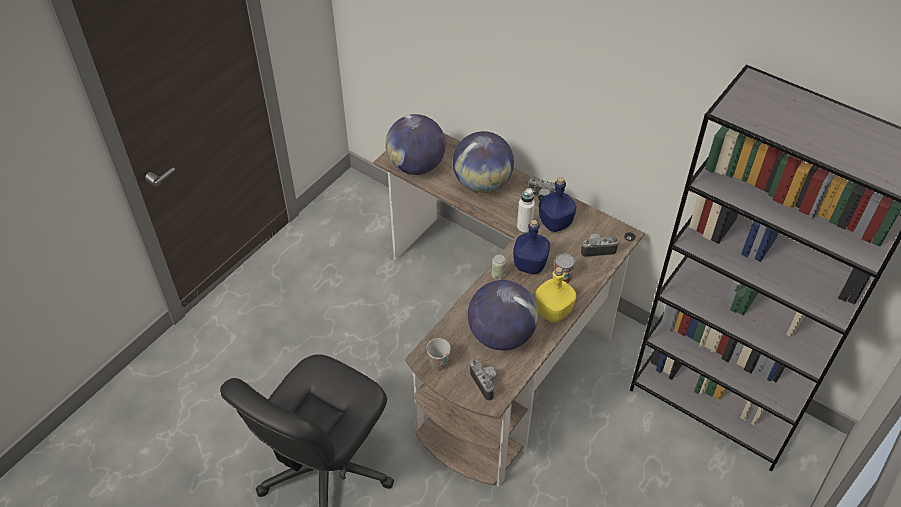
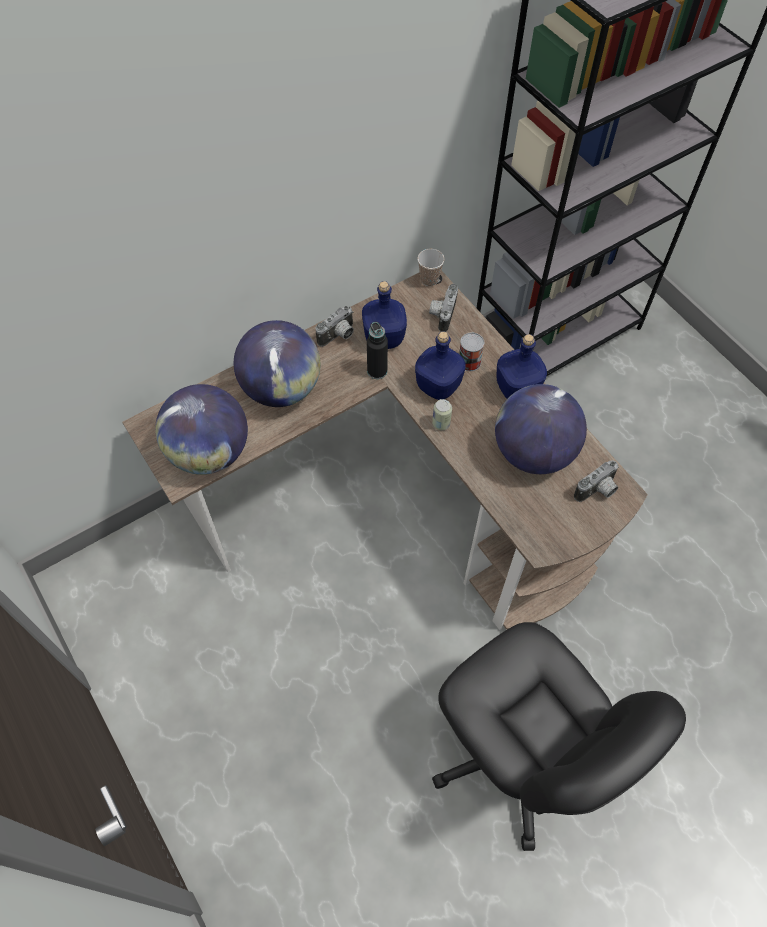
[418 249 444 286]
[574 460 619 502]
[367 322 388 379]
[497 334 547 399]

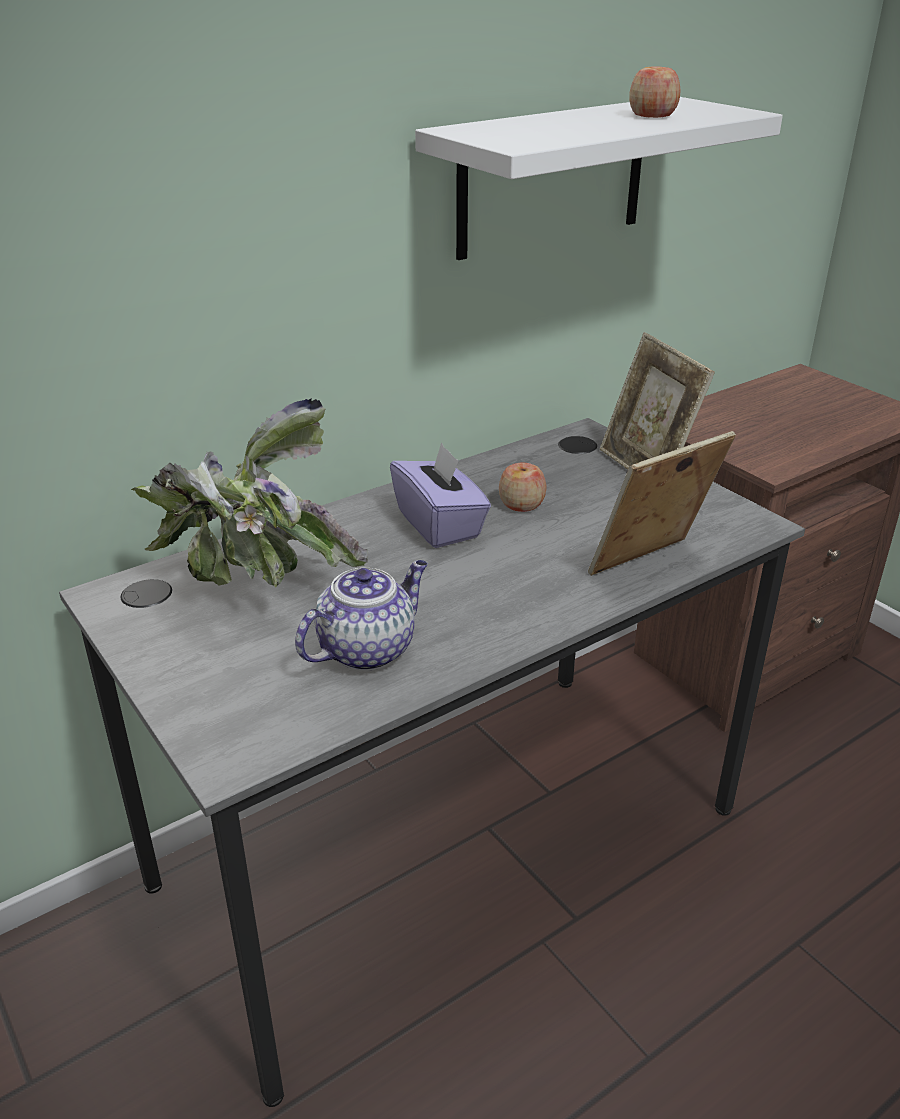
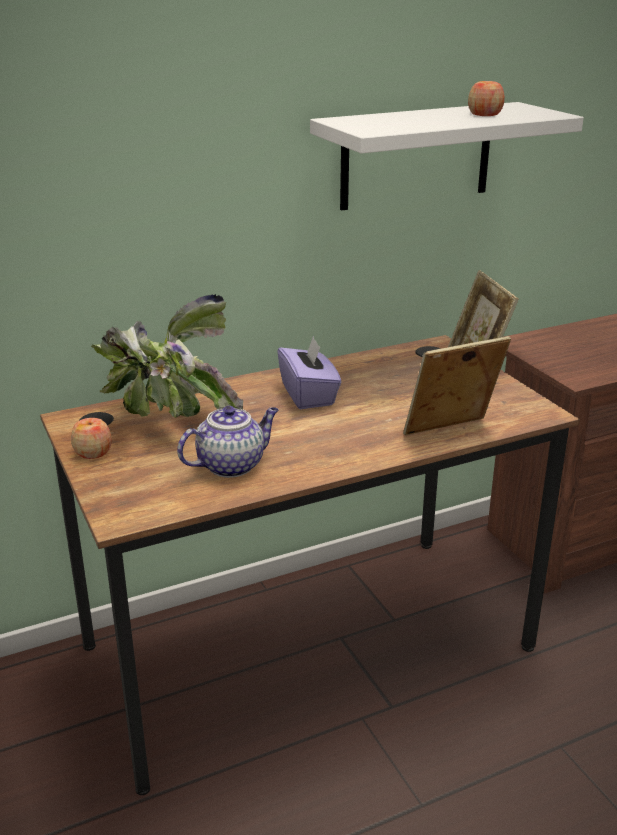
[40 335 580 795]
[71 418 112 459]

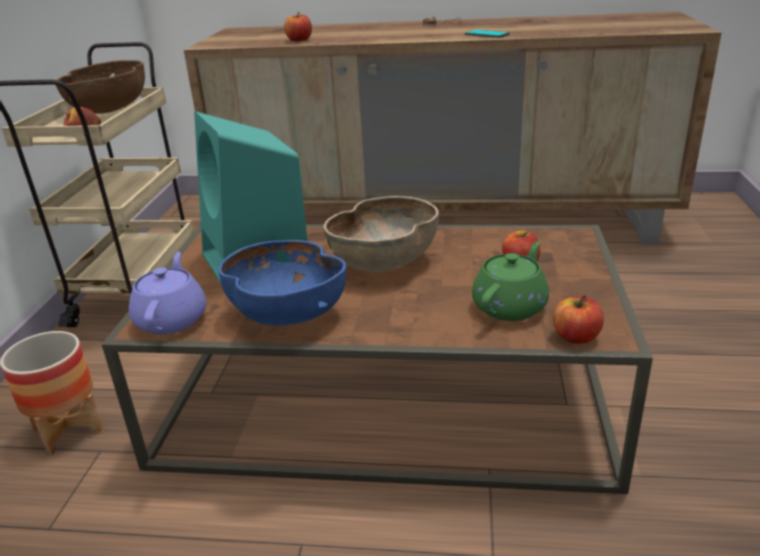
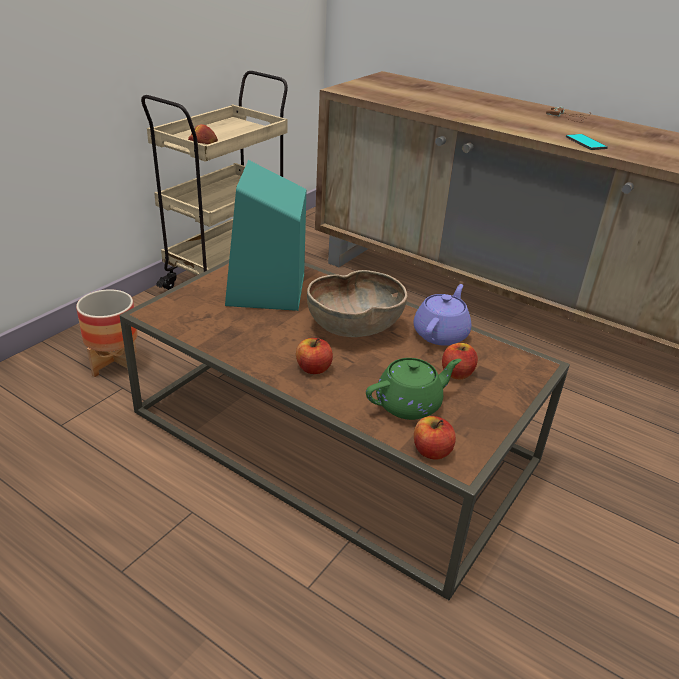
[56 60 145 114] (first image)
[414 284 471 346]
[219 240 347 326] (first image)
[296 338 333 374]

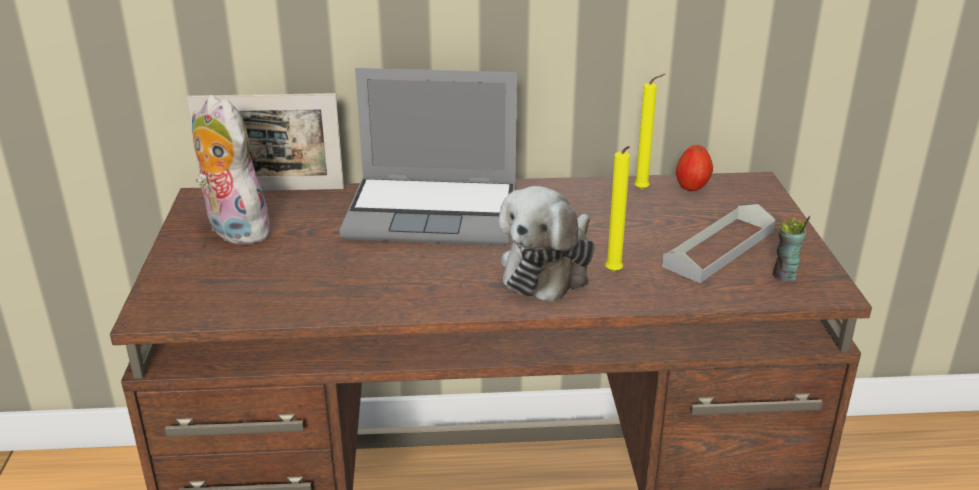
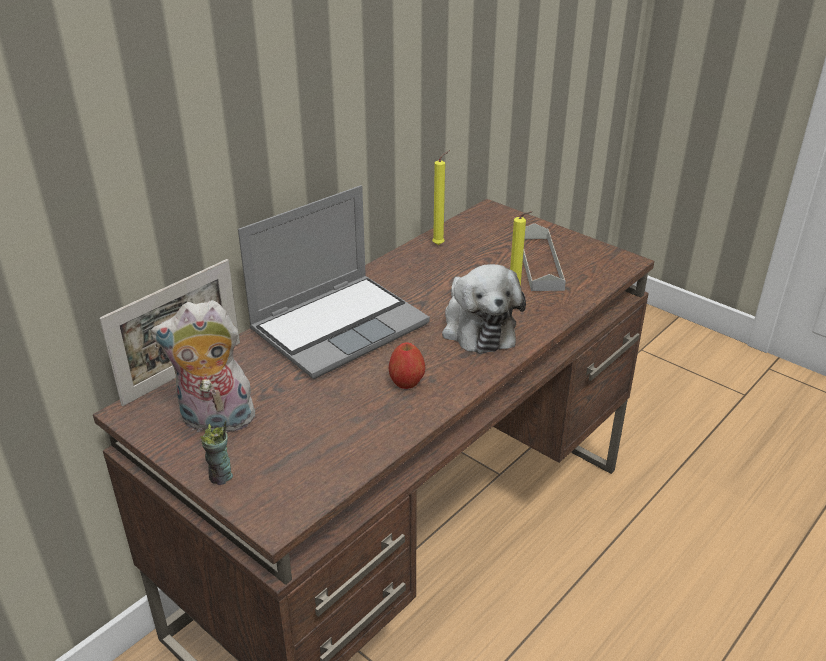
[389 342 426 389]
[200 421 233 485]

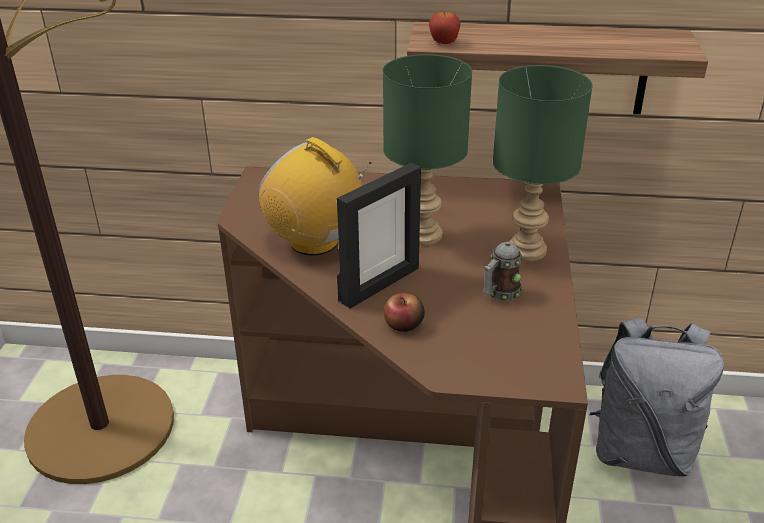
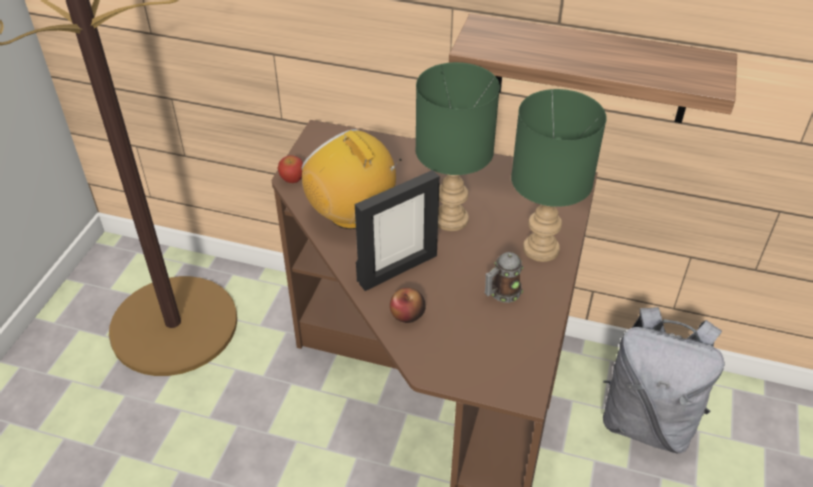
[278 155 303 183]

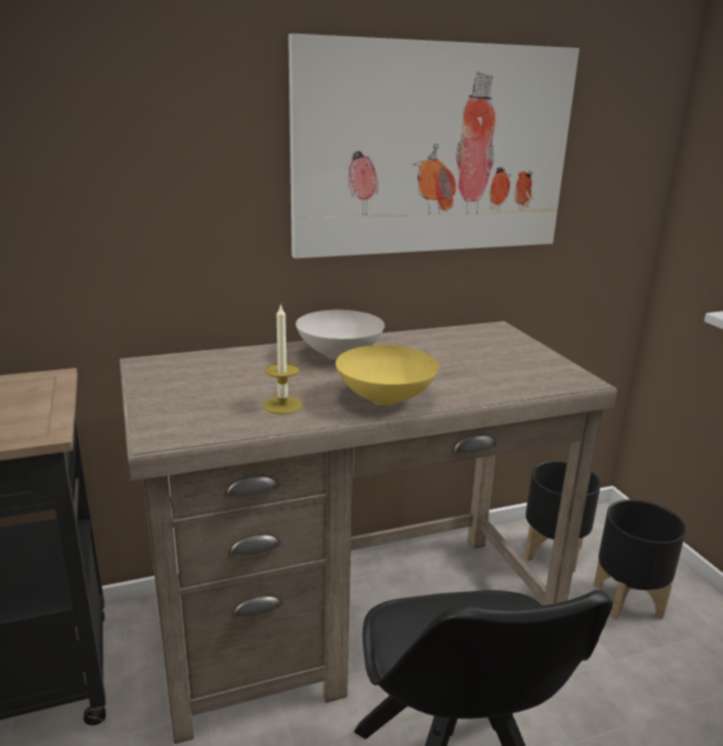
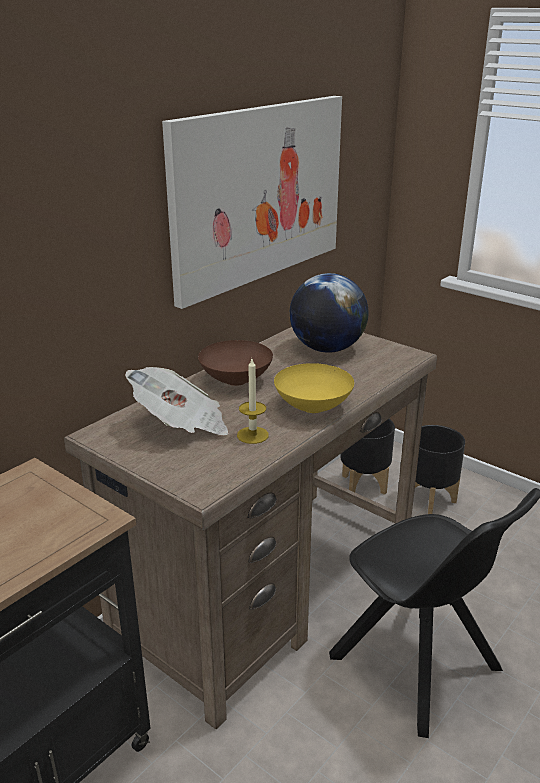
[198 340 273 386]
[125 367 229 435]
[289 273 369 353]

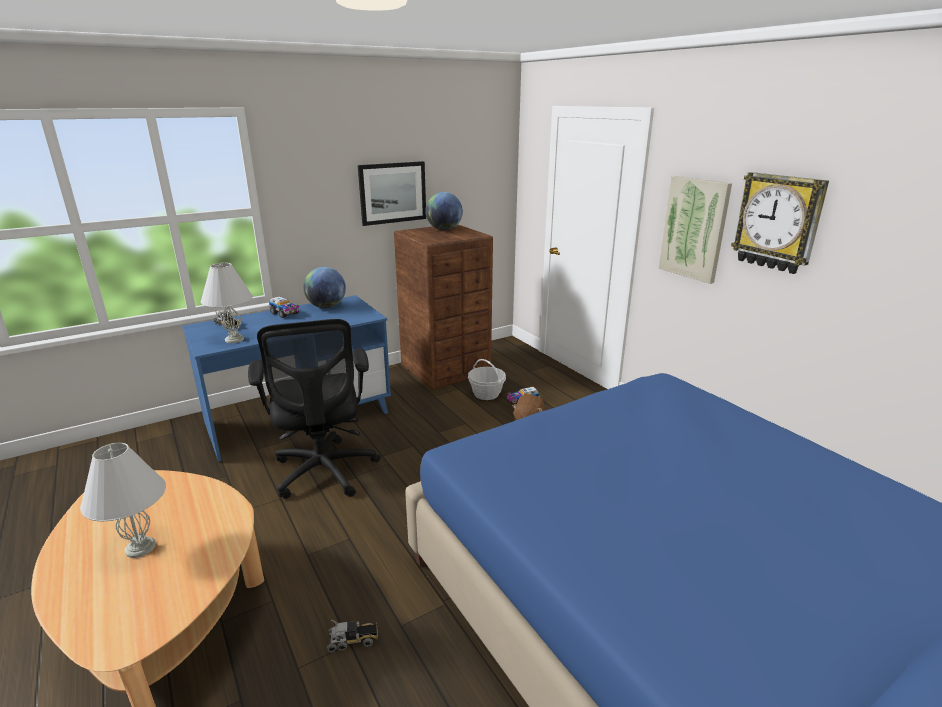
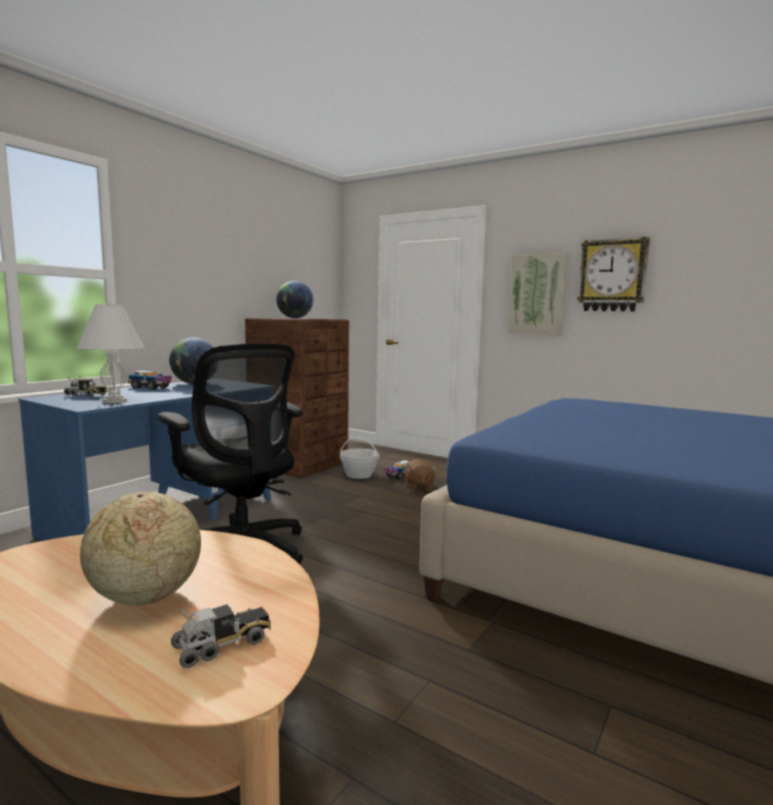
[80 492 201 605]
[171 604 271 668]
[358 161 426 226] (first image)

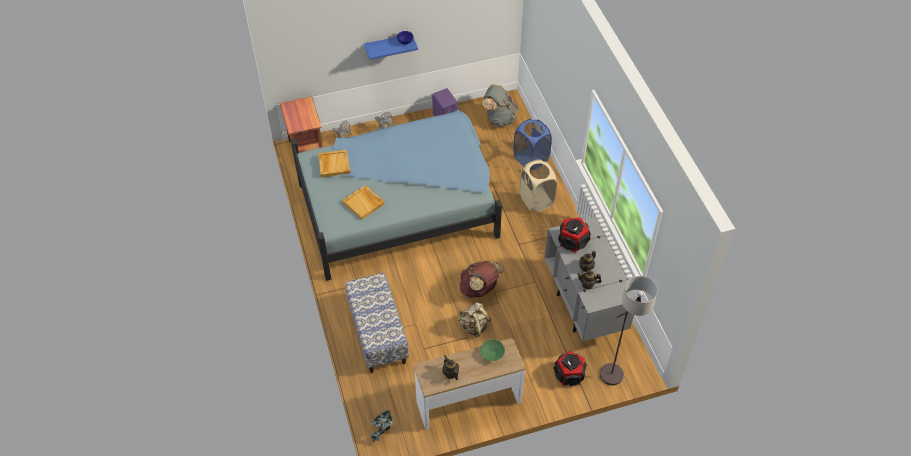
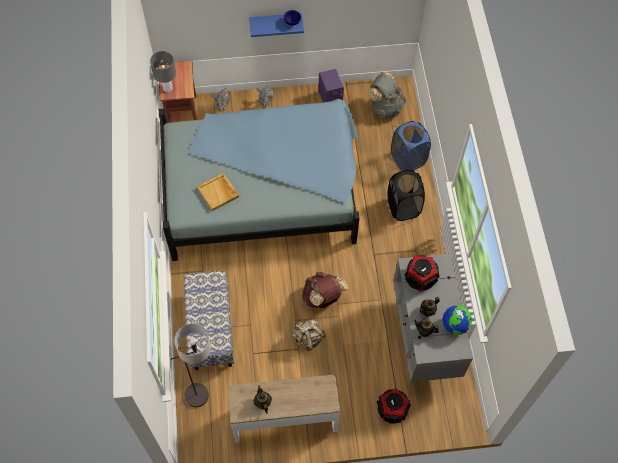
[318 150 350 177] (first image)
[370 410 394 442] (first image)
[480 339 505 361] (first image)
[388 170 425 221]
[171 324 211 407]
[150 51 176 92]
[443 305 472 335]

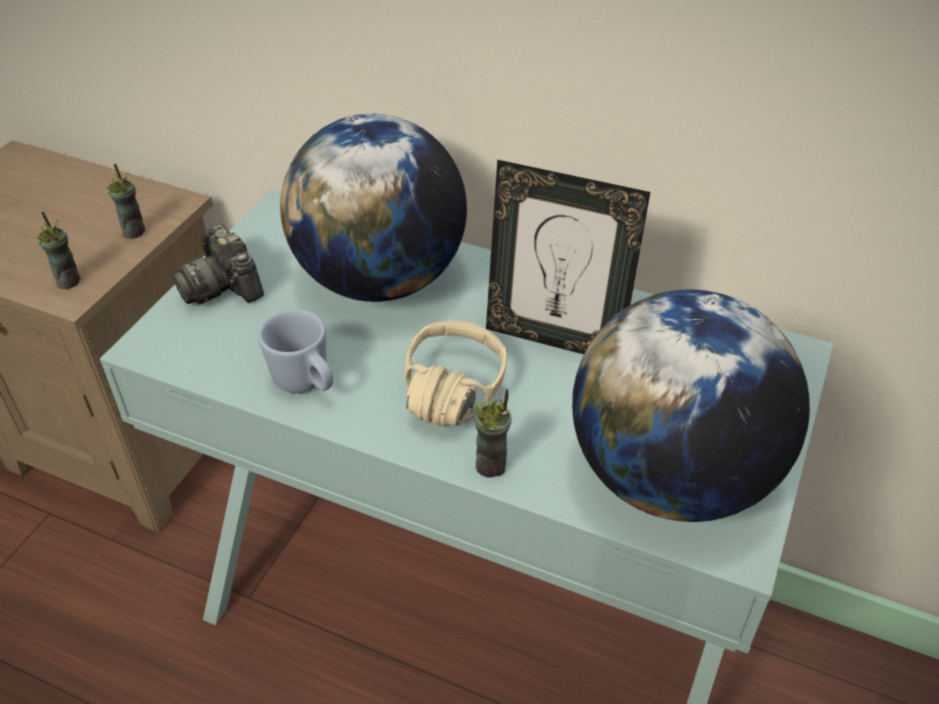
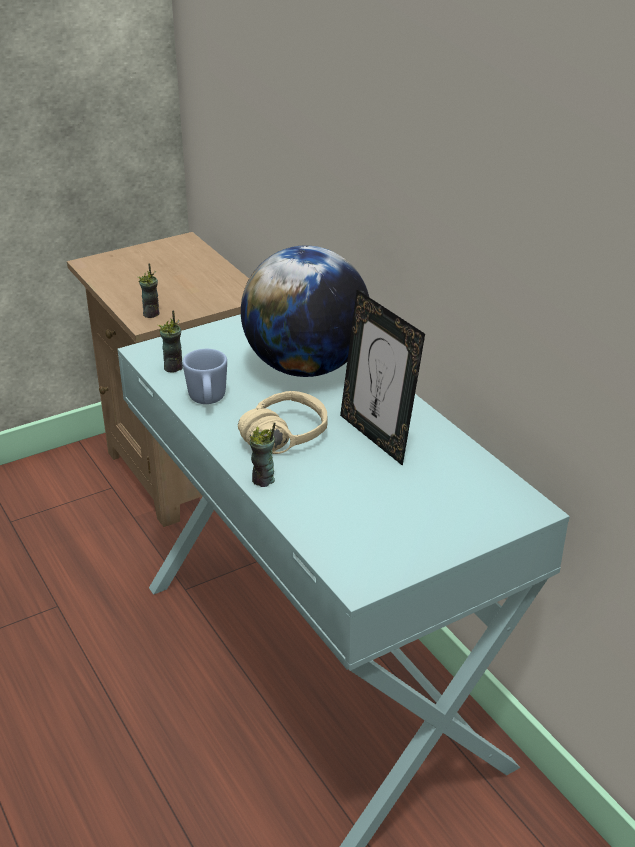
[158 310 183 373]
[173 223 264 305] (first image)
[572 290 810 522] (first image)

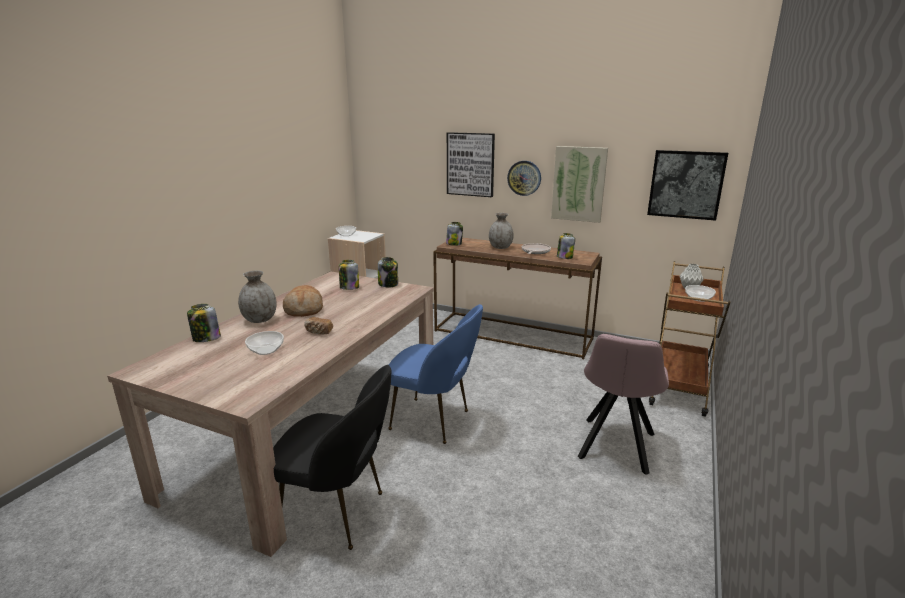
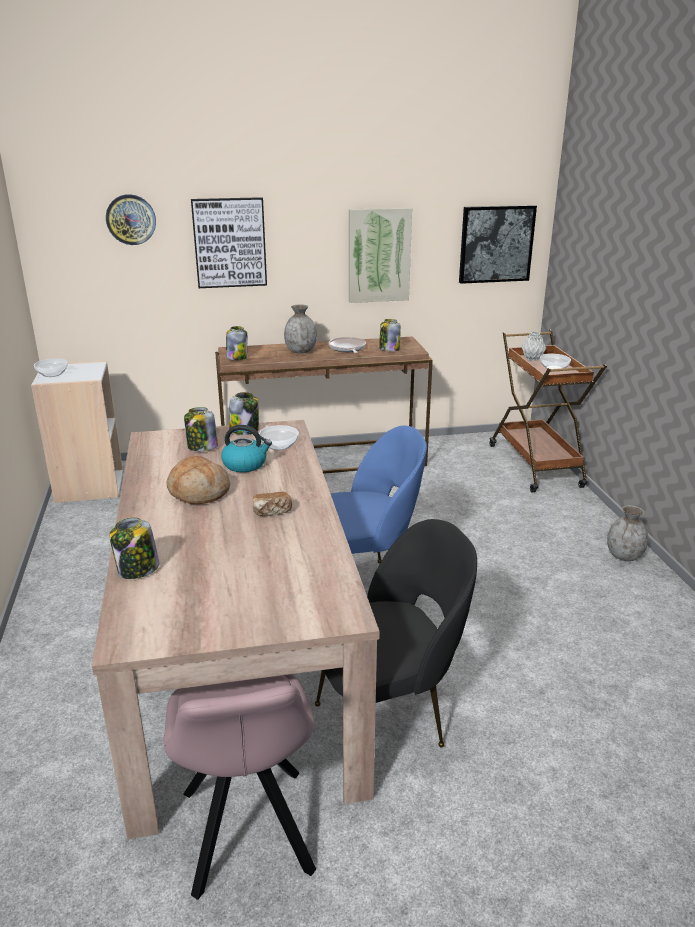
[607 505 648 561]
[259 425 299 451]
[106 194 156 245]
[164 674 316 900]
[221 425 272 472]

